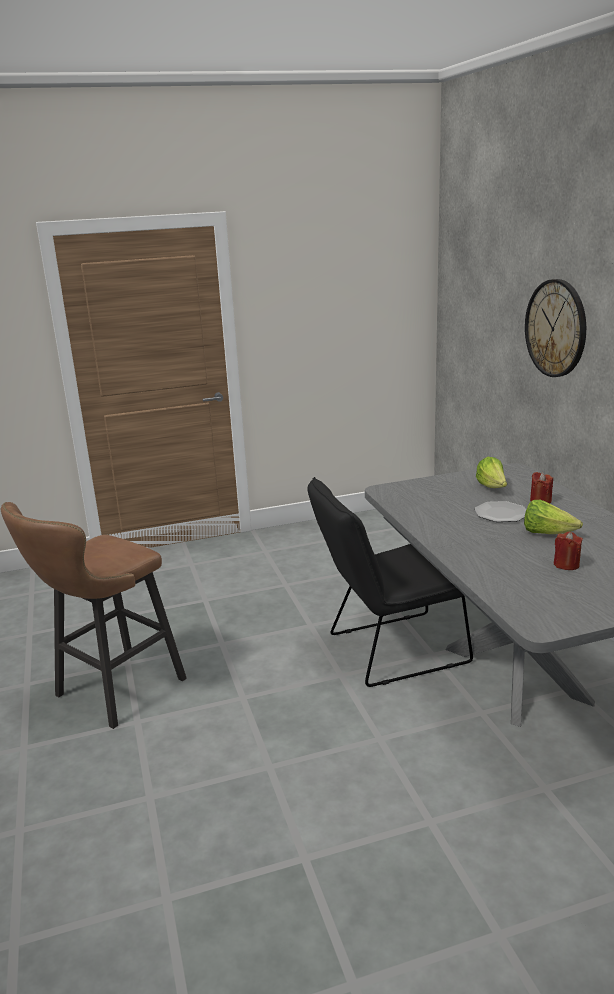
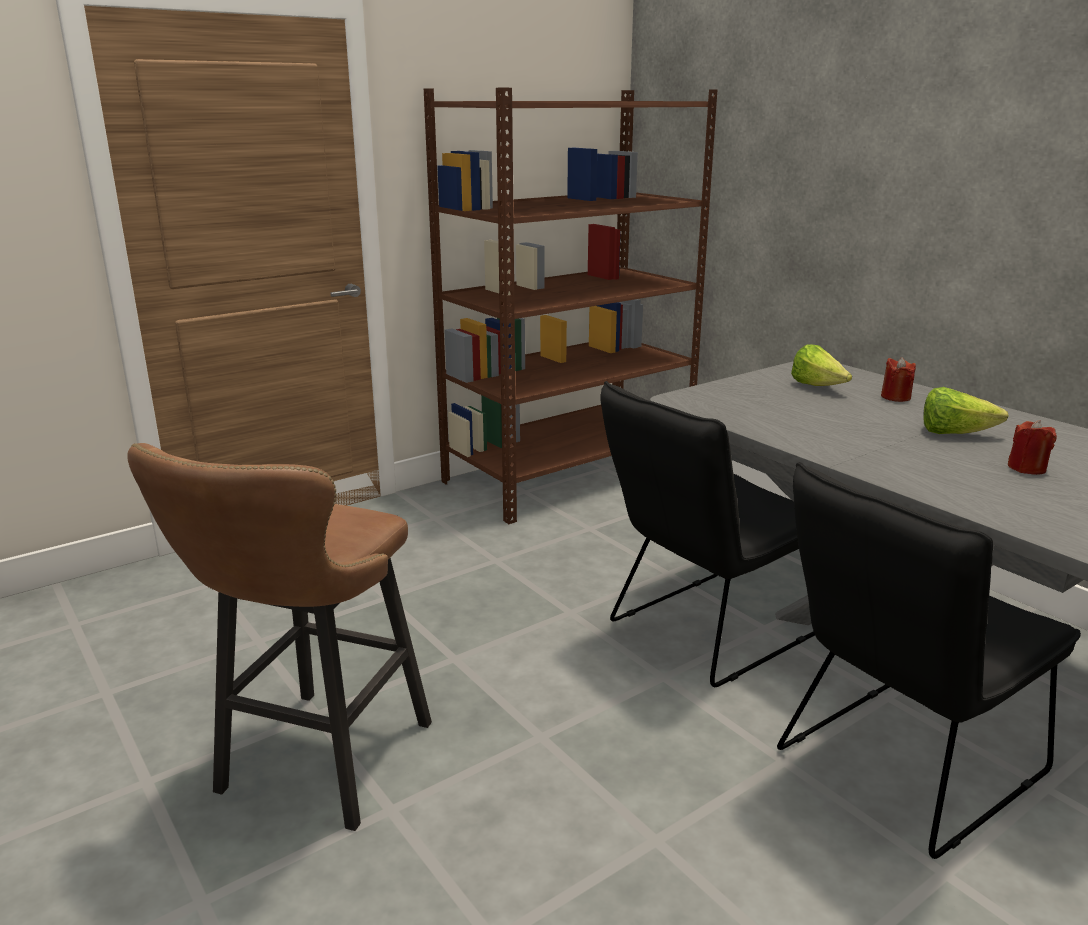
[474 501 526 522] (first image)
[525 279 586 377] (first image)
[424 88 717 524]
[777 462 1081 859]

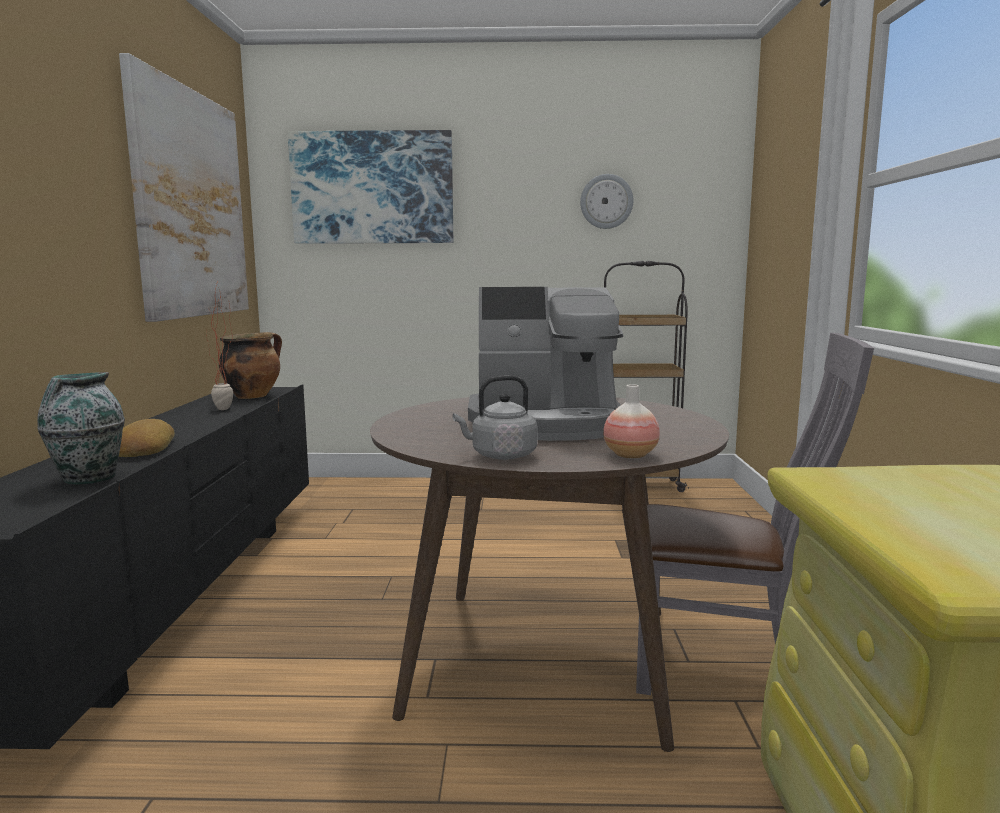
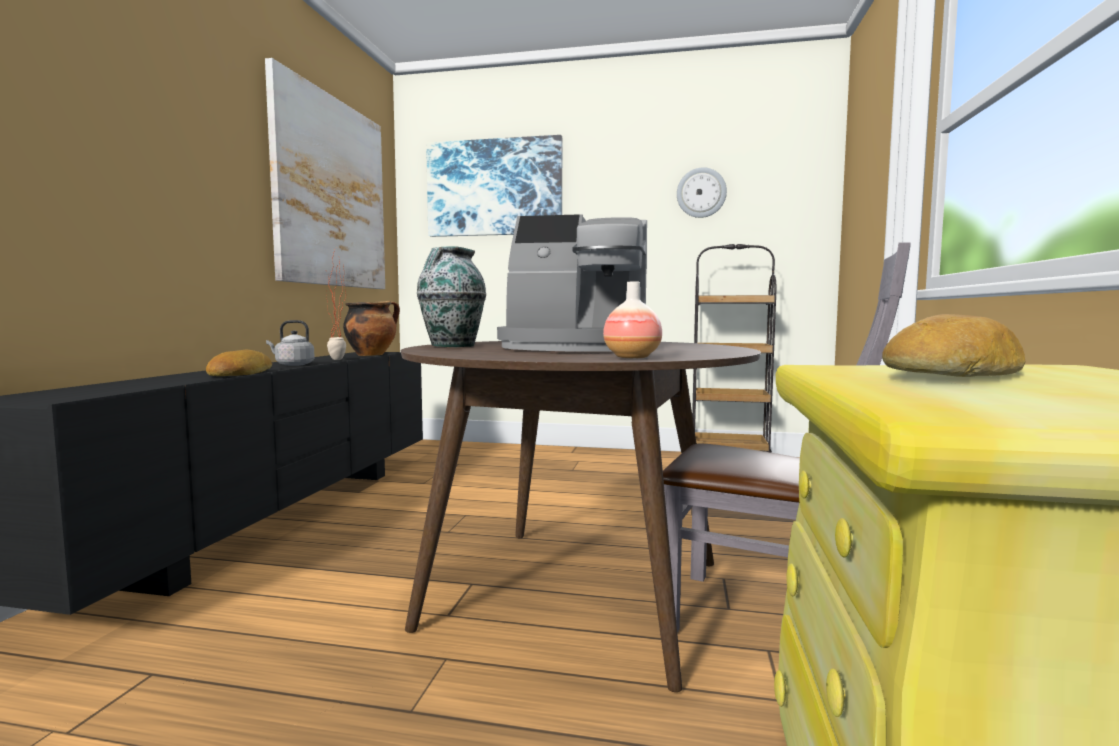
[417 246 486 347]
[266 320 315 366]
[882 314 1025 377]

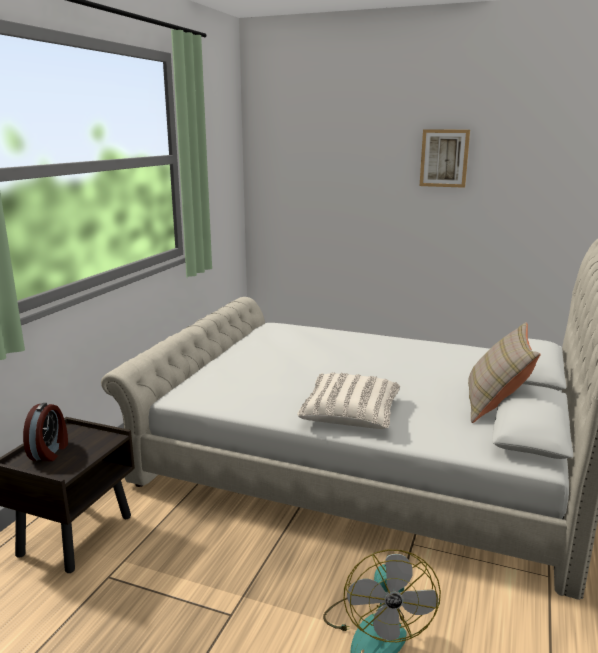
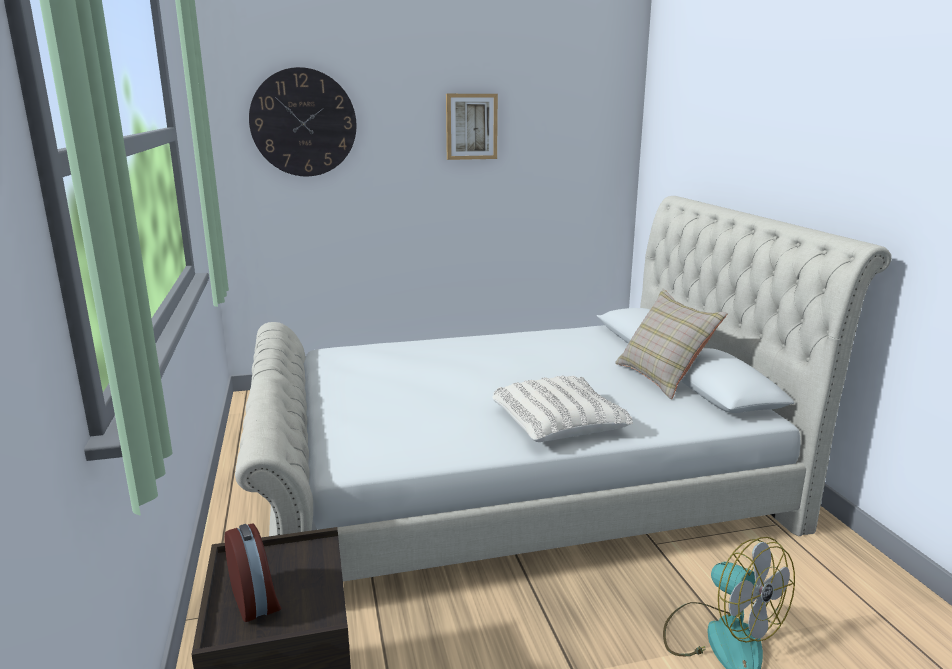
[249 67 357 176]

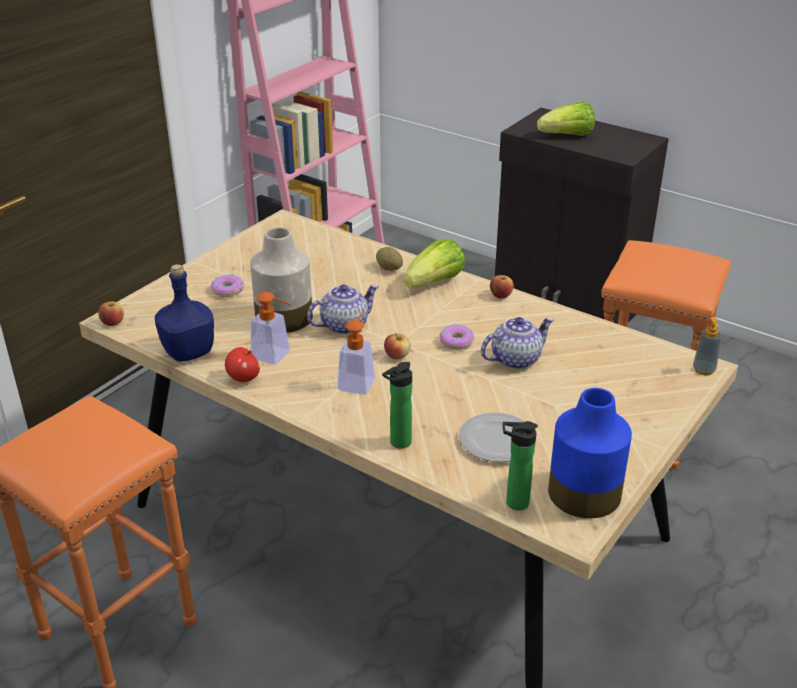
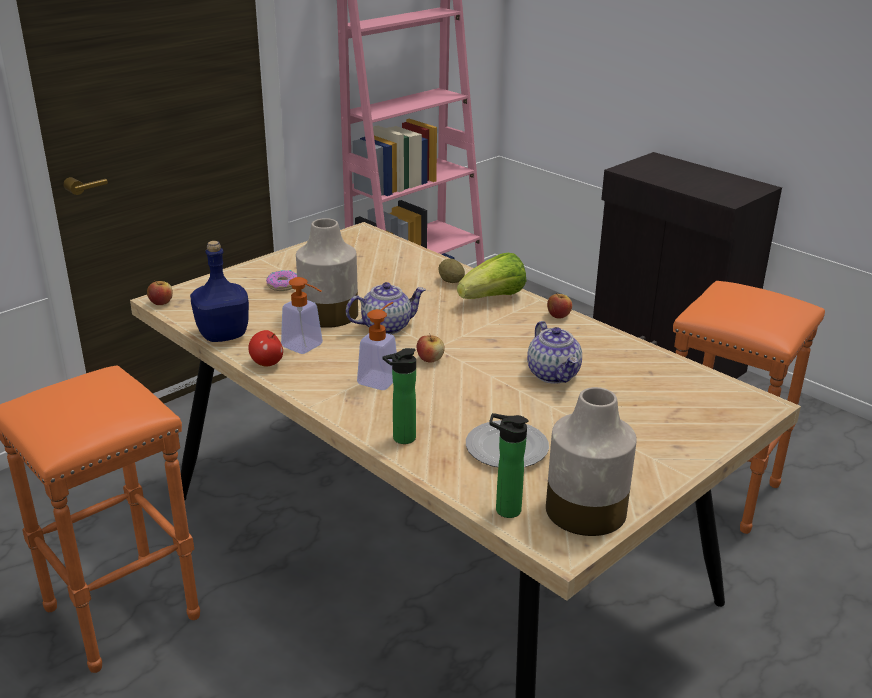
[440 324 474 350] (first image)
[527 321 582 384]
[537 102 595 136] (first image)
[546 387 637 536]
[693 317 721 376] (first image)

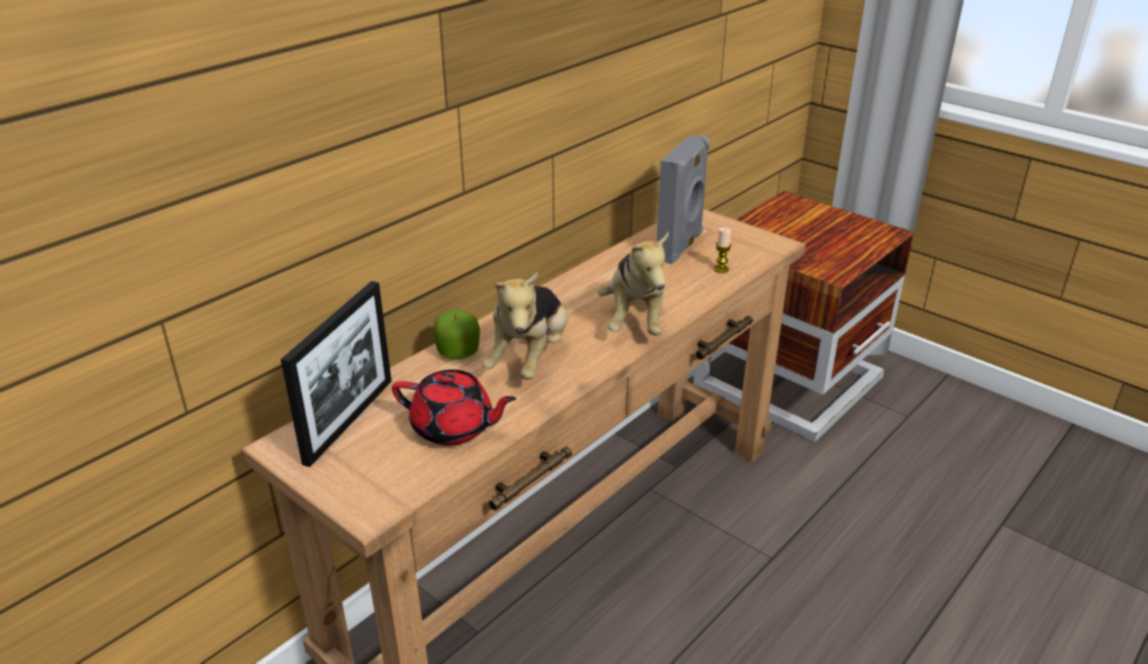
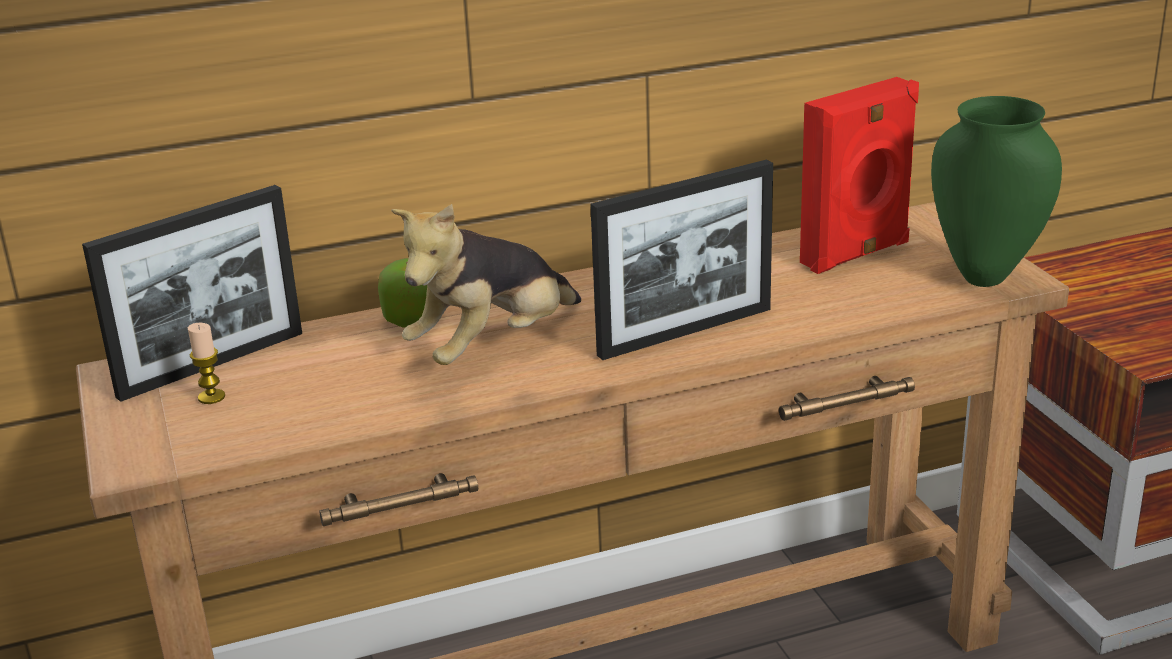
[392 369 517 445] (first image)
[590 160 773 360]
[800 77 919 274]
[188 323 225 404]
[931 96 1062 287]

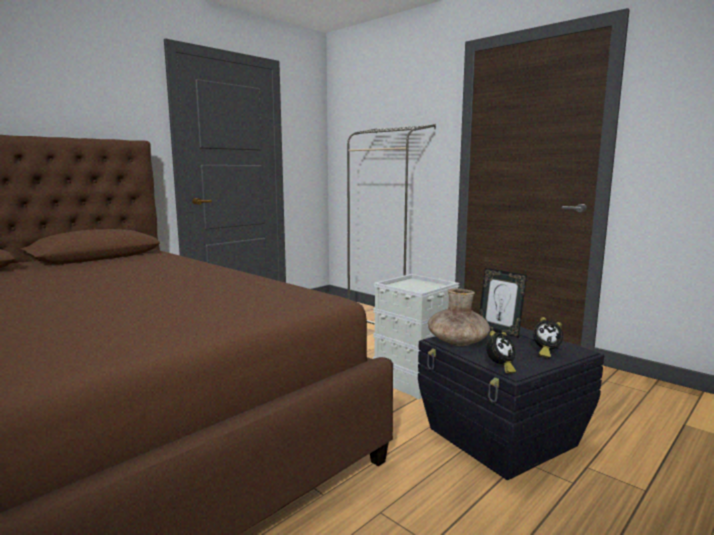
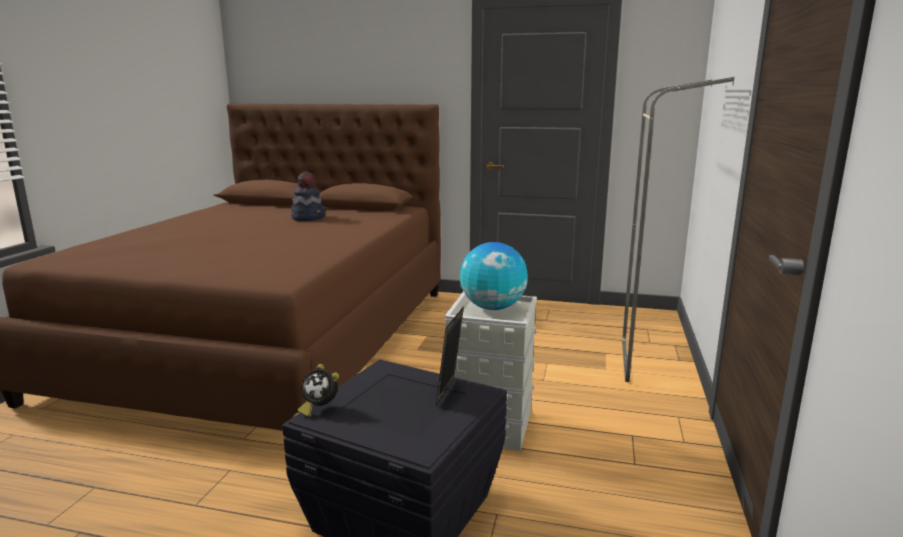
[428 288 490 346] (first image)
[533 317 564 358] (first image)
[291 172 325 221]
[460 242 528 310]

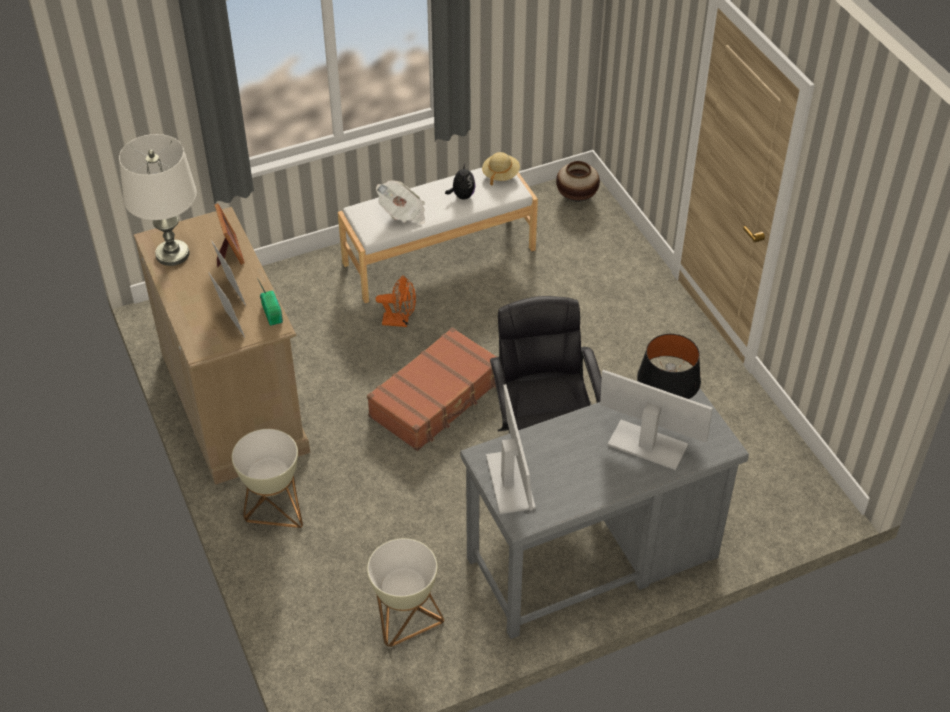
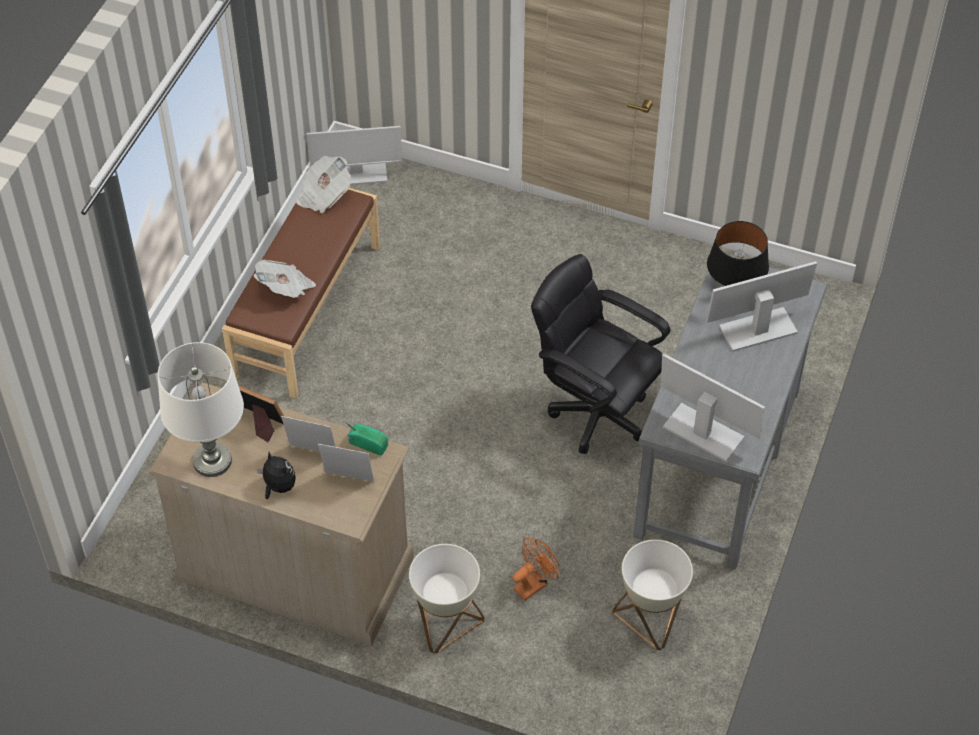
[222 188 380 399]
[367 327 496 451] (first image)
[512 538 560 601]
[257 452 296 499]
[296 156 351 213]
[307 126 402 185]

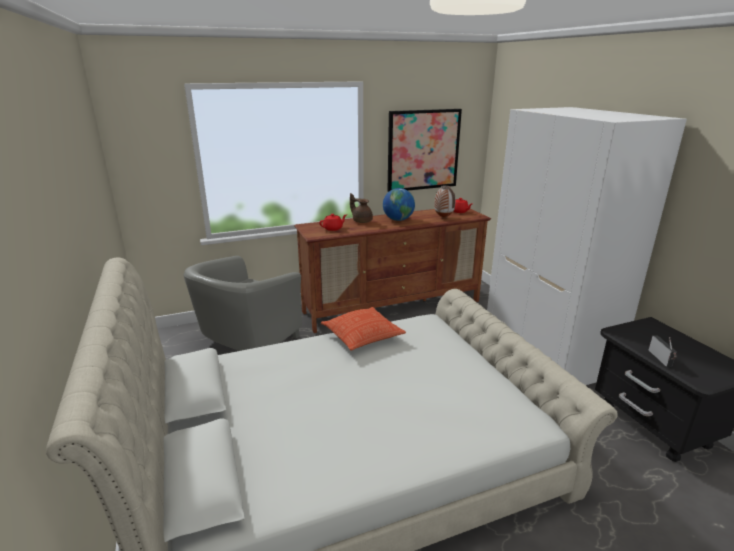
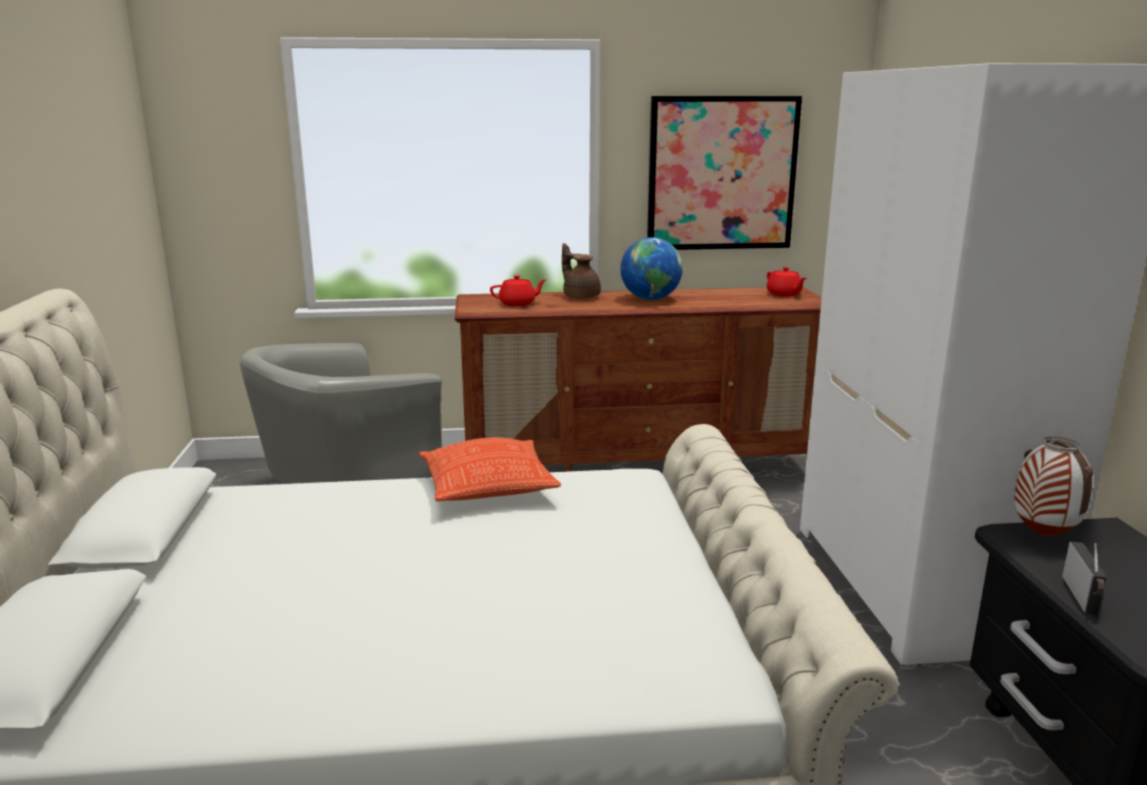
[1014 436 1093 536]

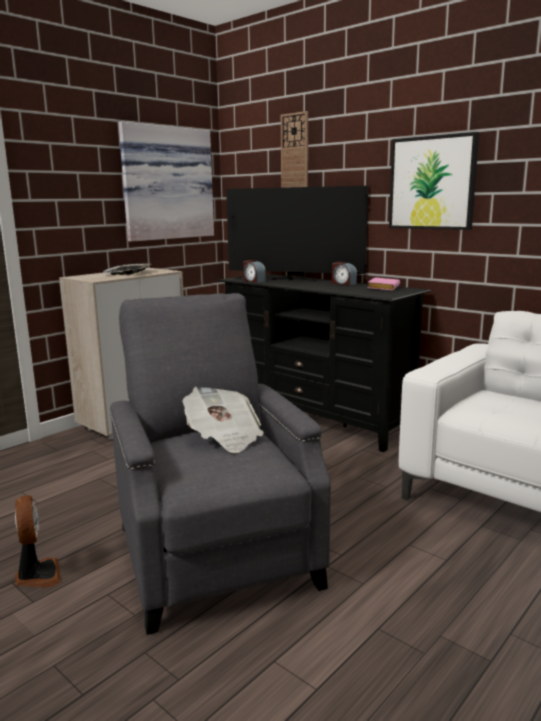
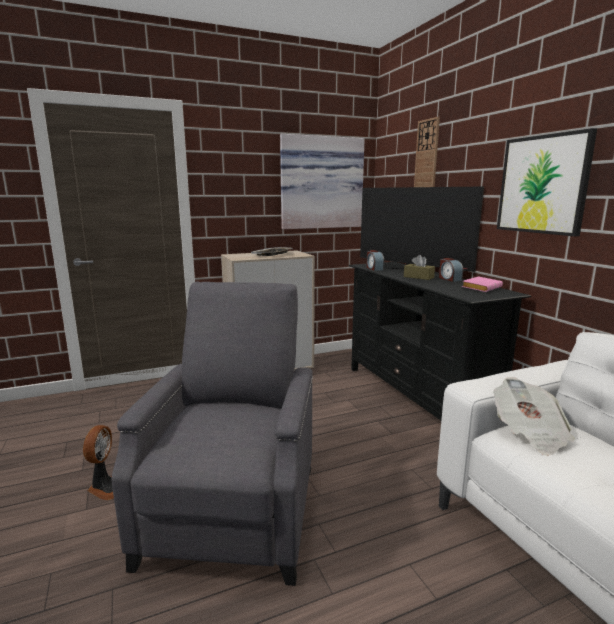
[493 377 575 456]
[404 255 435 280]

